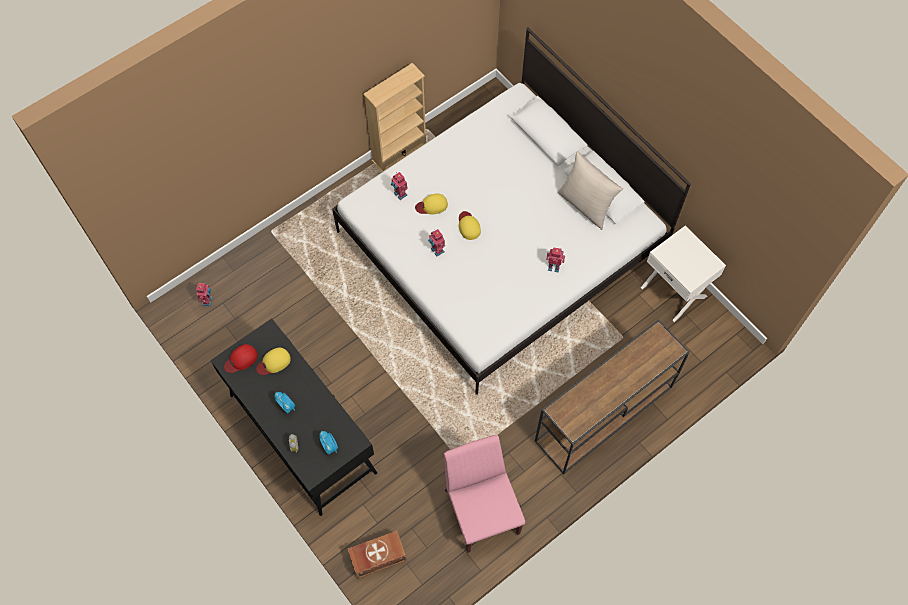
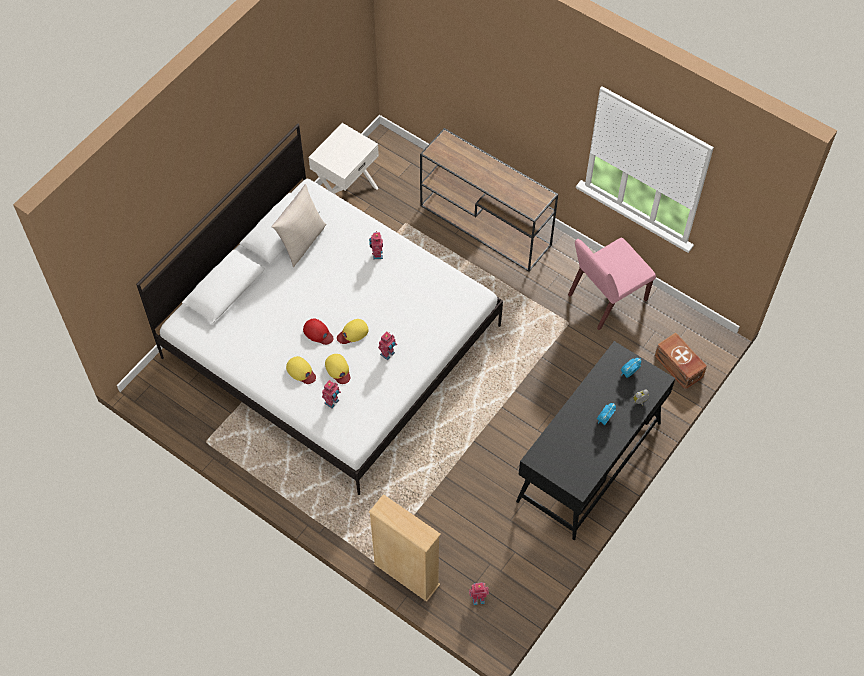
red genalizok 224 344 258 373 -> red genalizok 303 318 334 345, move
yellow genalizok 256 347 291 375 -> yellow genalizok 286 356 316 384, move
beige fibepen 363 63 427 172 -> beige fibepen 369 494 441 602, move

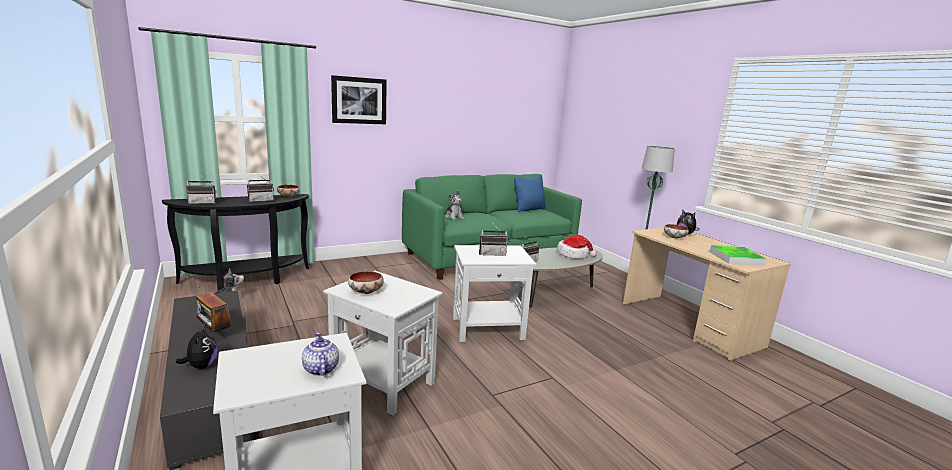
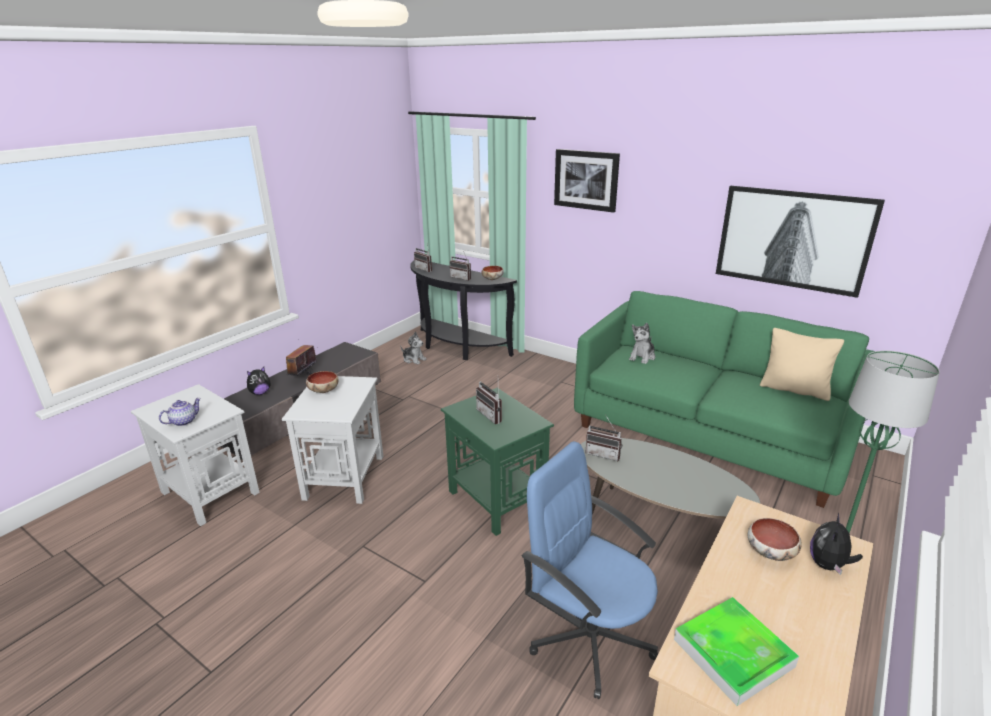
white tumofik 453 245 536 342 -> green tumofik 441 388 554 536
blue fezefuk 514 176 546 212 -> beige fezefuk 760 328 844 401
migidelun 557 235 597 259 -> none
none -> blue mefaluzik 522 441 658 699
none -> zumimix 716 185 885 298

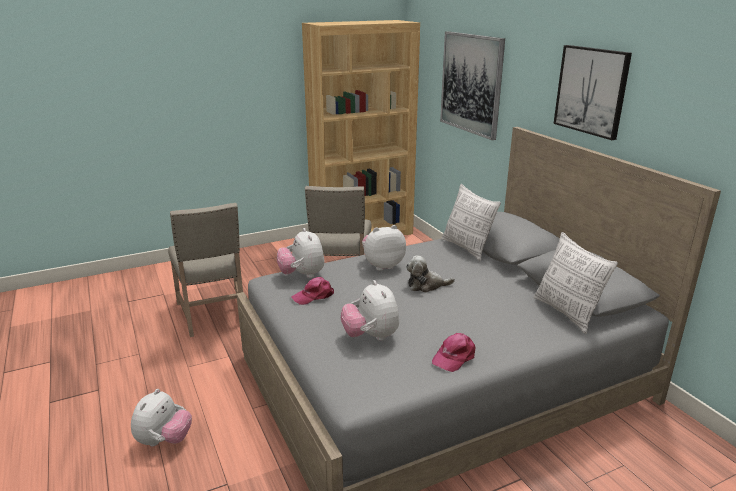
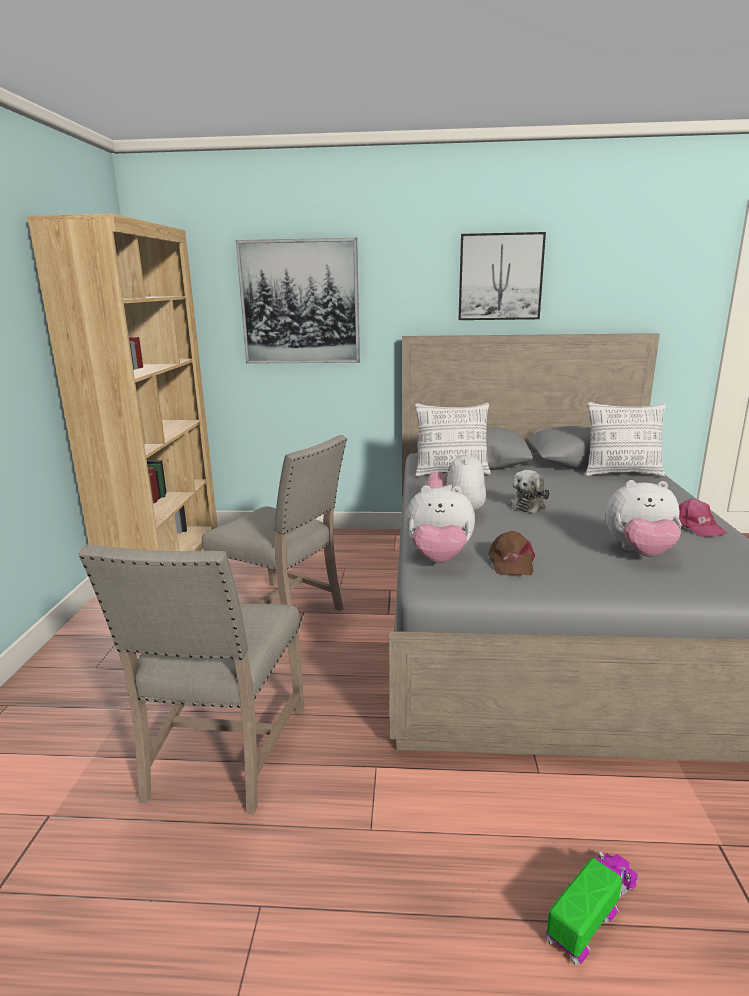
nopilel 131 389 192 446 -> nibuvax 546 852 638 965
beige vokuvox 168 203 243 337 -> beige vokuvox 79 545 305 814, 90 degrees clockwise
pink genalizok 291 277 334 305 -> brown genalizok 488 531 535 575

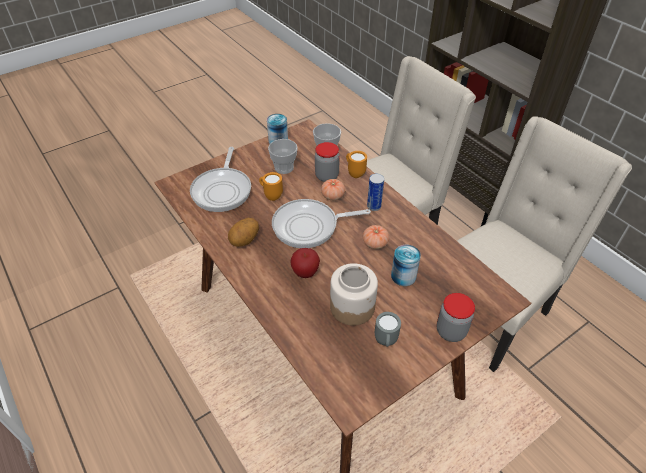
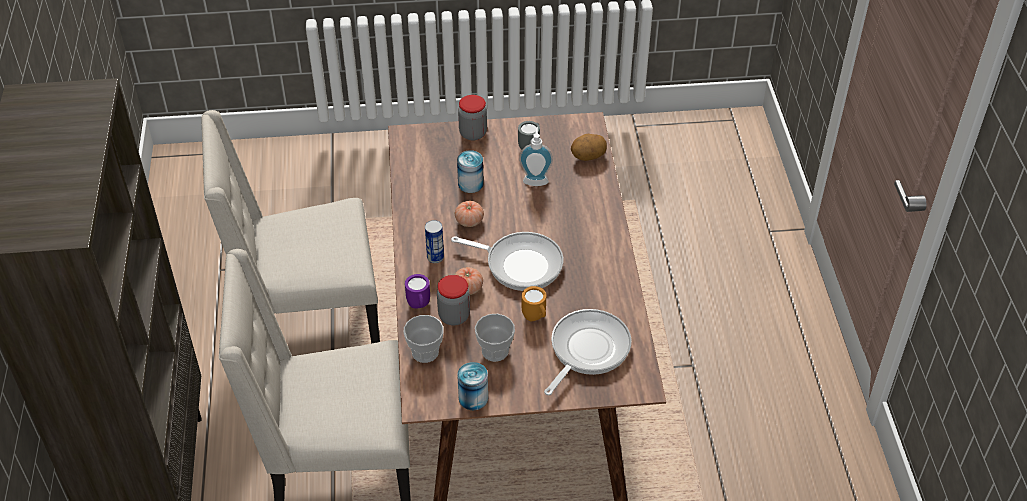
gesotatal 228 218 259 247 -> gesotatal 571 134 607 161, move
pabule 290 248 320 278 -> none
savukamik 330 263 378 326 -> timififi 519 127 553 186
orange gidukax 346 151 367 178 -> purple gidukax 405 274 430 309

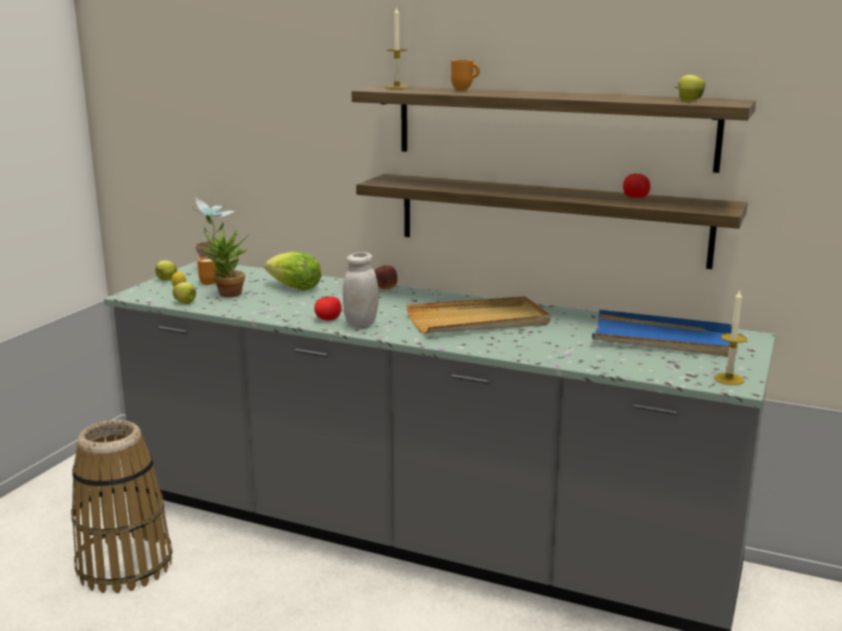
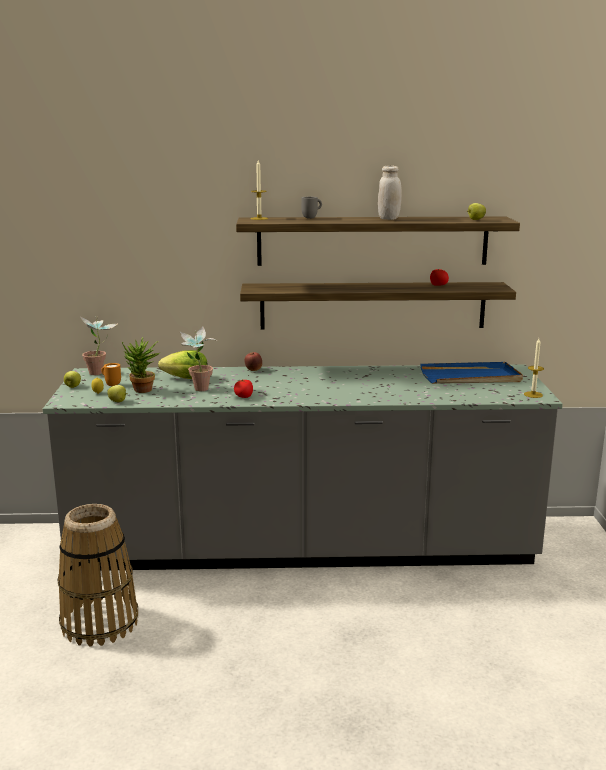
white savukamik 343 252 379 328 -> white savukamik 378 165 402 220, move
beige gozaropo 406 296 550 334 -> none
orange gidukax 451 60 480 90 -> grey gidukax 302 197 322 219
none -> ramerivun 179 326 217 391

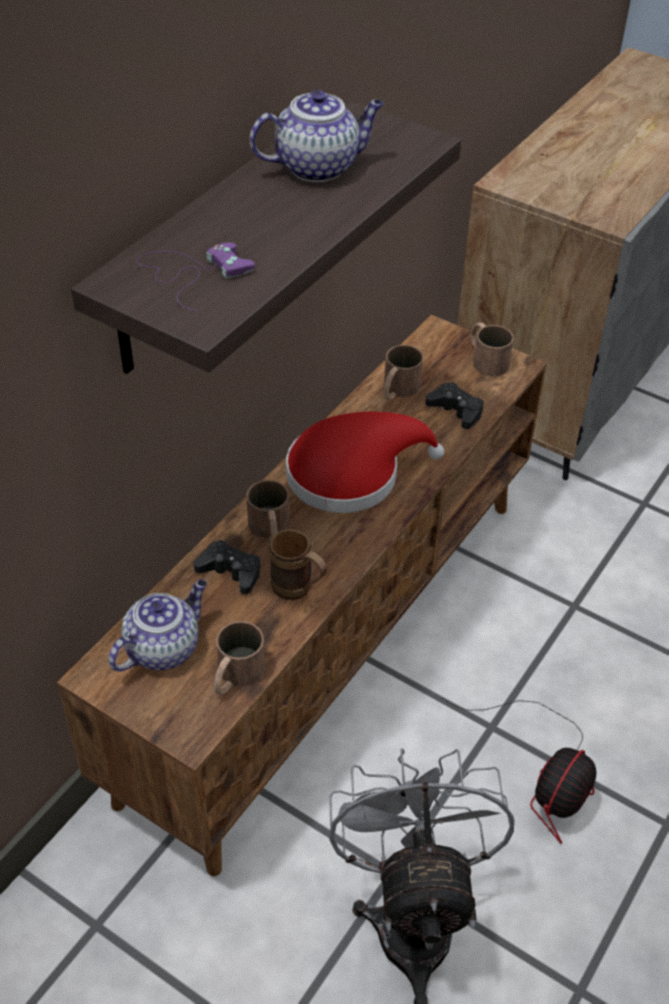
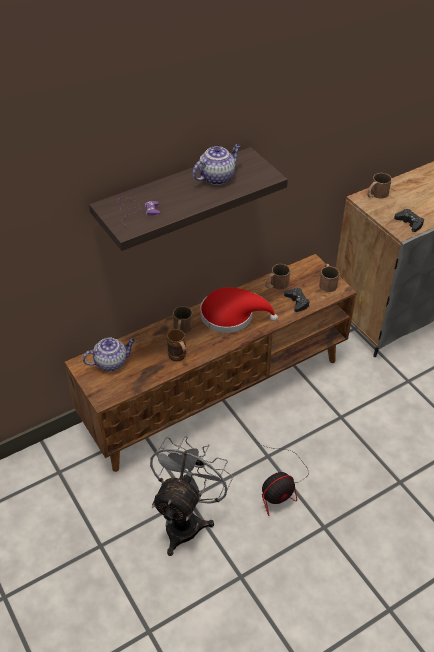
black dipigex 193 540 260 594 -> black dipigex 394 209 424 232, move
brown gidukax 214 621 265 695 -> brown gidukax 367 173 392 199, move
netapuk 250 90 384 182 -> netapuk 193 144 241 185, 45 degrees counterclockwise

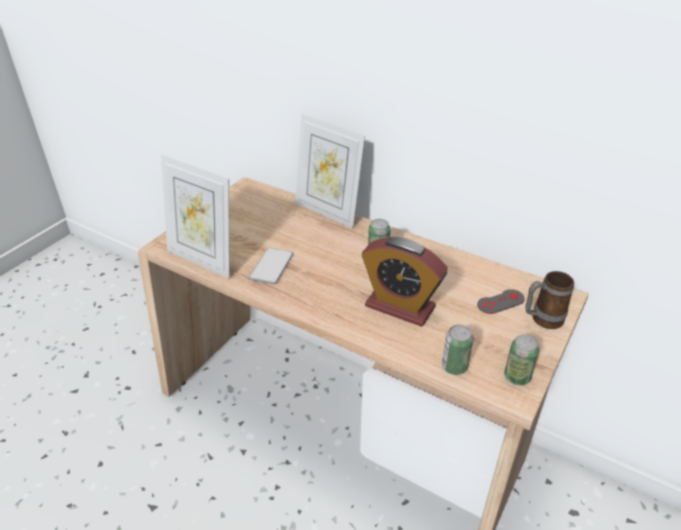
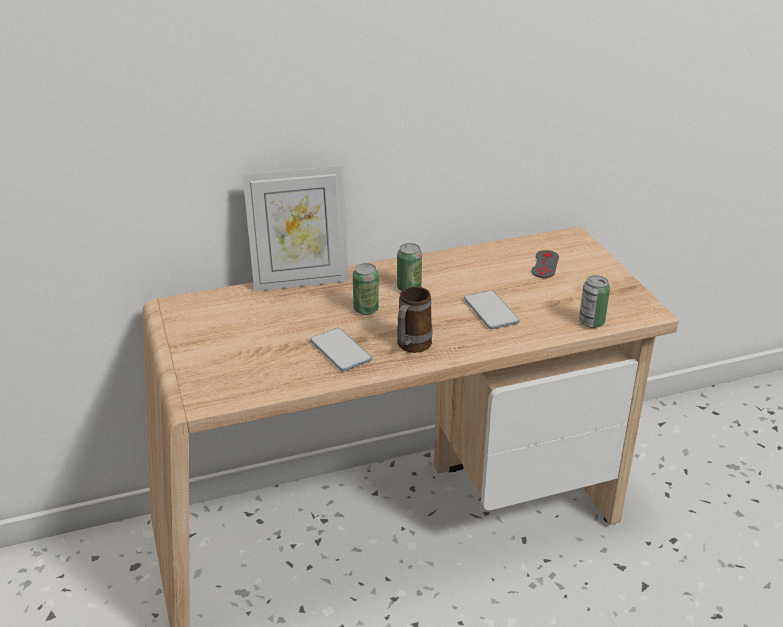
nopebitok 161 155 230 279 -> none
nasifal 362 237 448 327 -> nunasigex 464 290 520 329
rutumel 504 334 539 385 -> rutumel 353 263 379 315, move
gidukax 525 271 574 329 -> gidukax 397 286 433 353, move

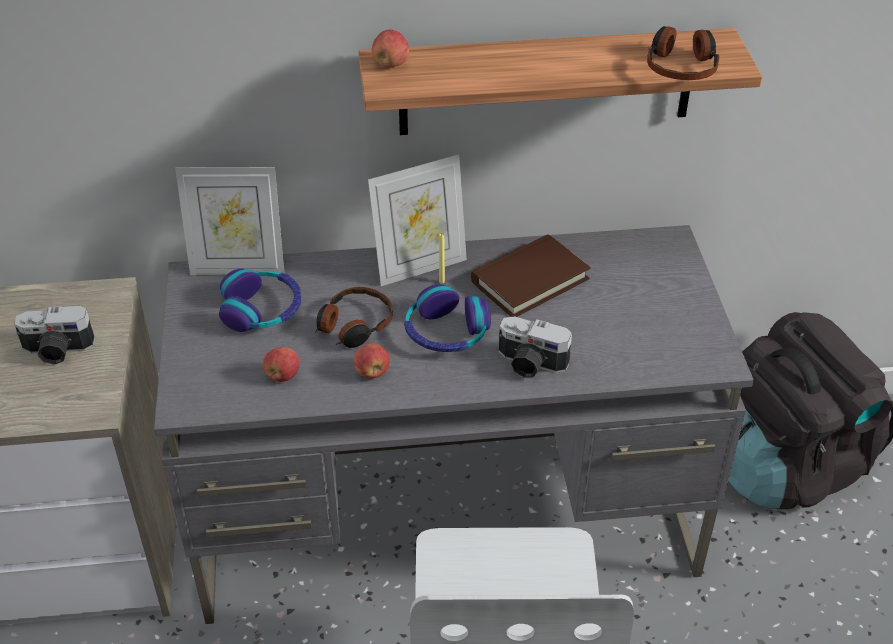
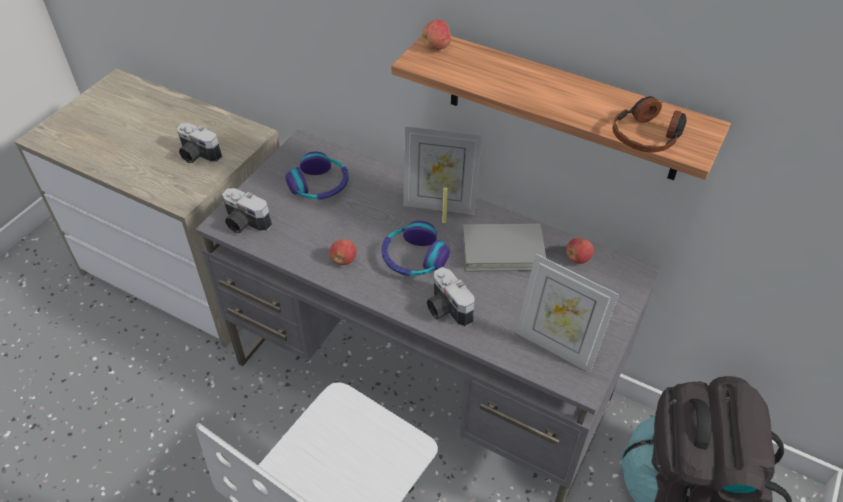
nopebitok 175 167 284 275 -> nopebitok 516 254 619 373, move
pabule 263 347 299 382 -> pabule 566 238 594 264, move
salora 315 287 393 348 -> none
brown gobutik 471 234 591 317 -> grey gobutik 463 224 546 271
none -> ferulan 222 188 272 233

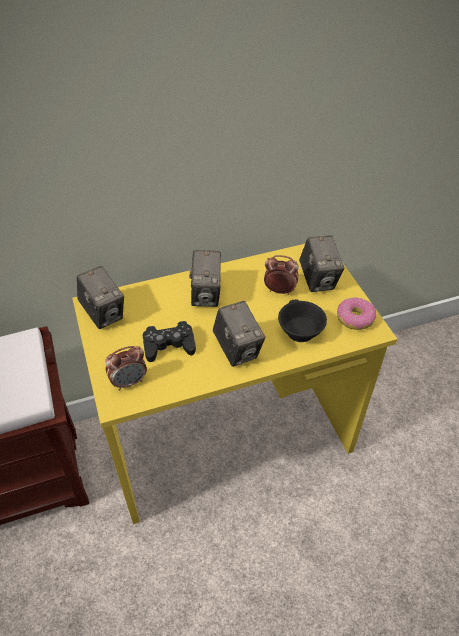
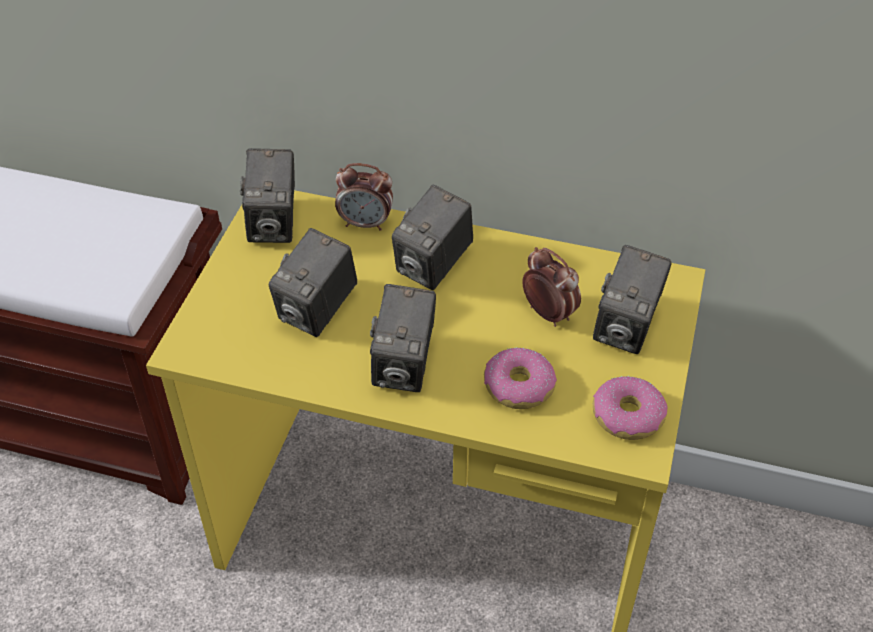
nasifal 105 346 147 391 -> nasifal 335 163 393 231, move
black dipigex 143 321 196 362 -> ferulan 269 228 357 337
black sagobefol 278 299 327 342 -> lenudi 484 347 557 409

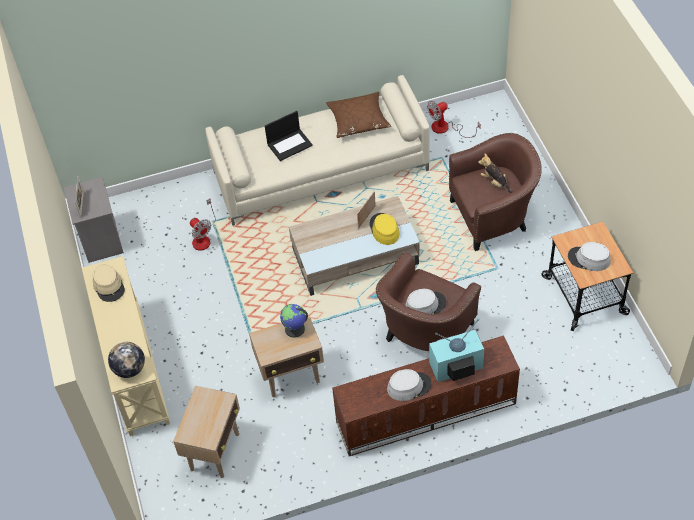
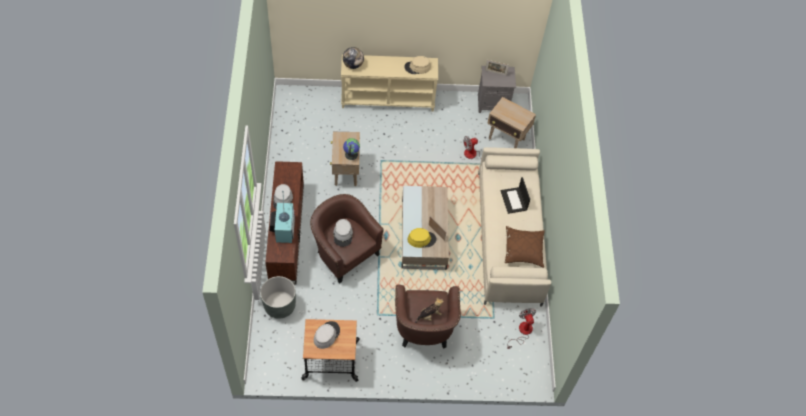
beige tumofik 173 386 240 478 -> beige tumofik 487 97 536 148, move
none -> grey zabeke 260 276 296 319

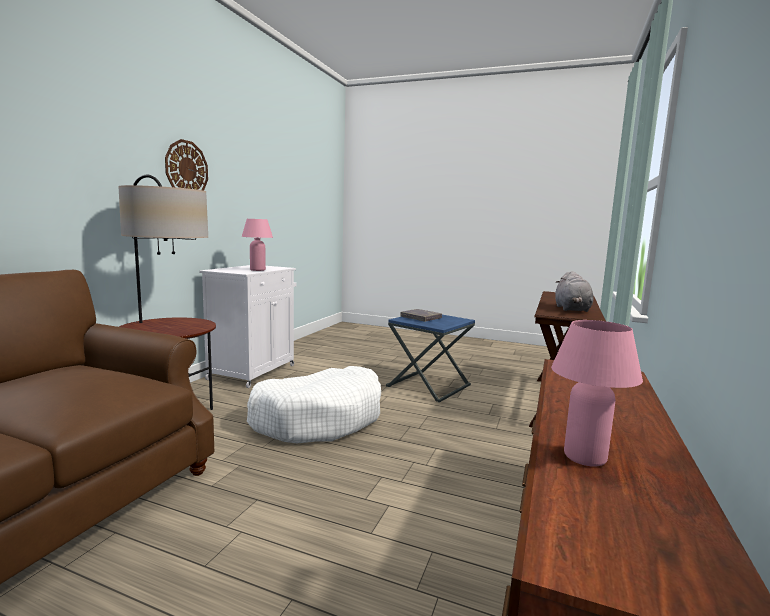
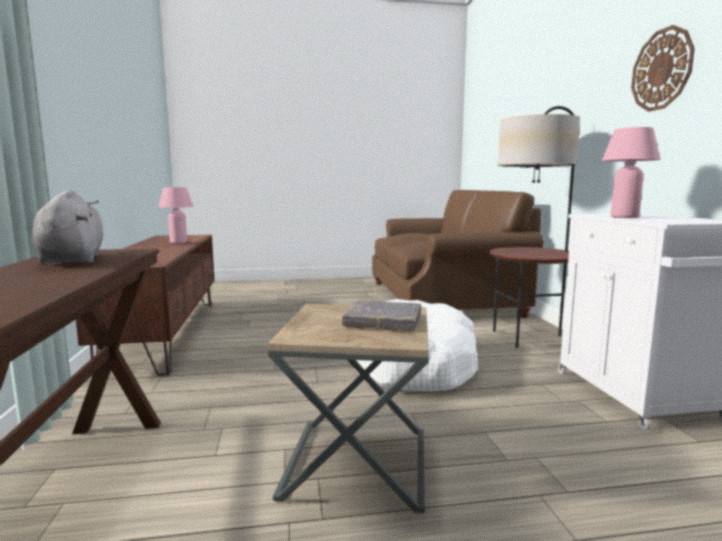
blue tumofik 386 315 475 402 -> brown tumofik 268 304 428 513

